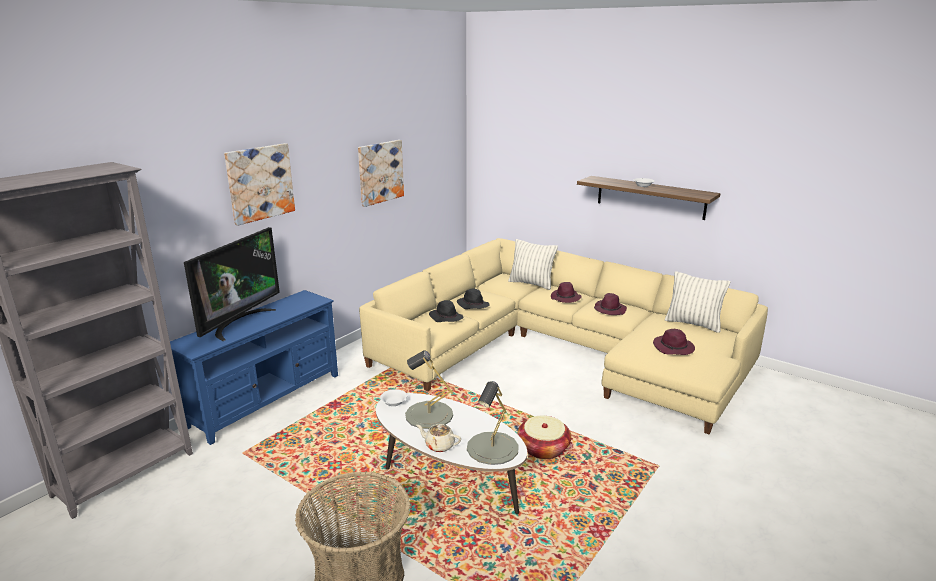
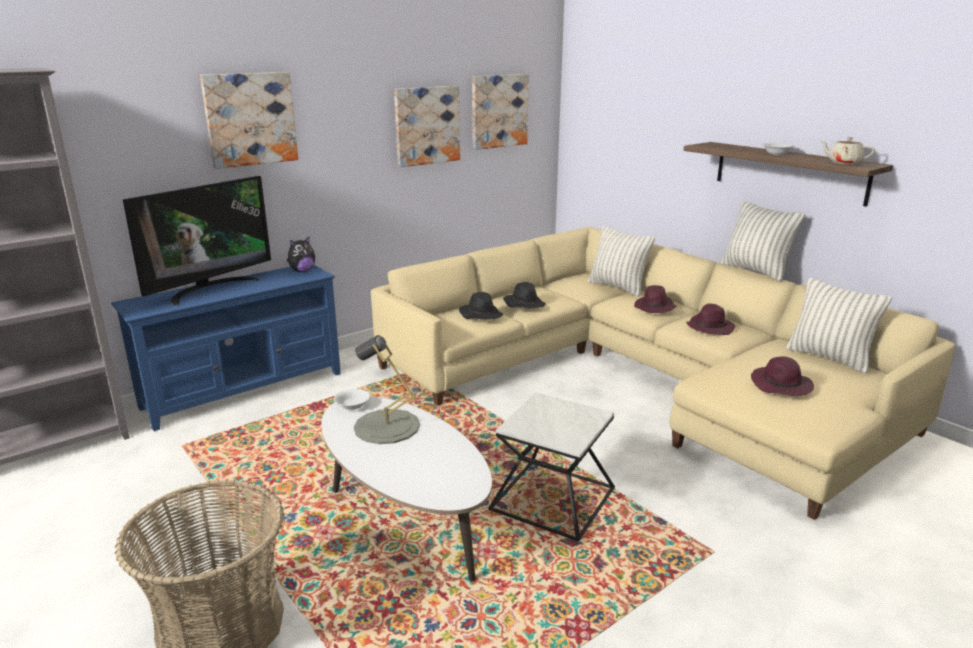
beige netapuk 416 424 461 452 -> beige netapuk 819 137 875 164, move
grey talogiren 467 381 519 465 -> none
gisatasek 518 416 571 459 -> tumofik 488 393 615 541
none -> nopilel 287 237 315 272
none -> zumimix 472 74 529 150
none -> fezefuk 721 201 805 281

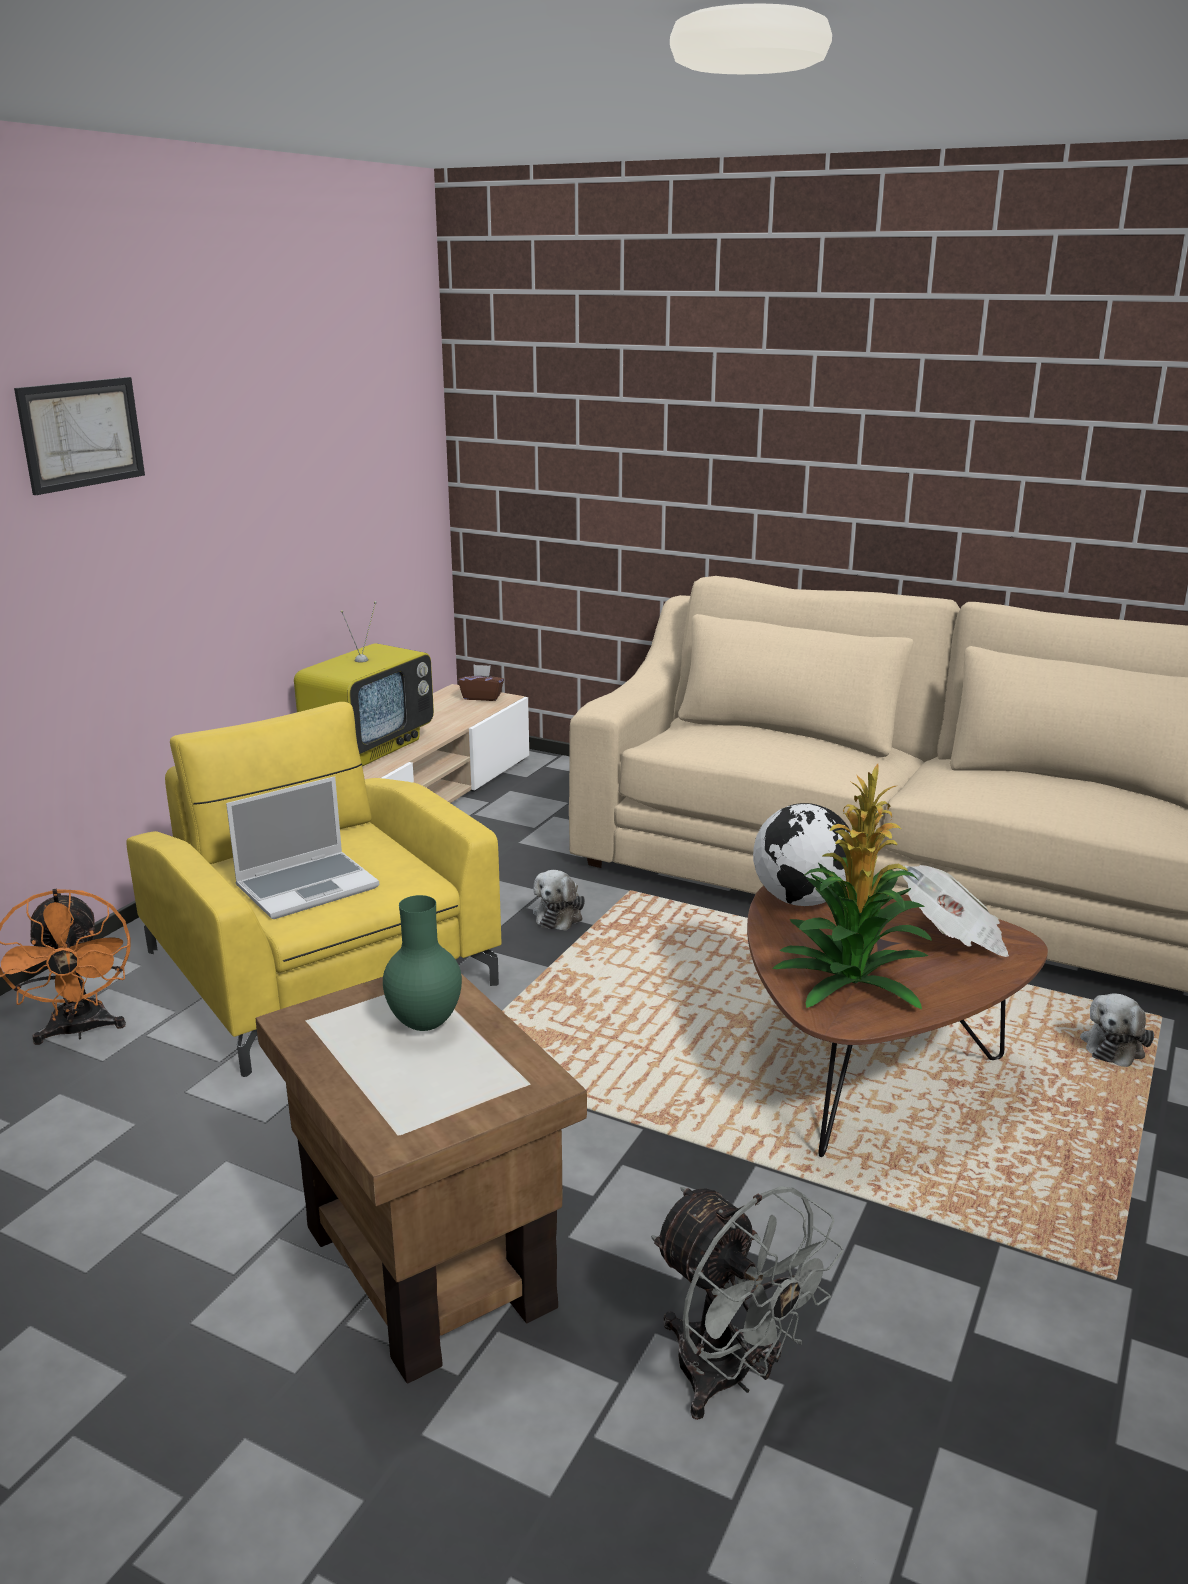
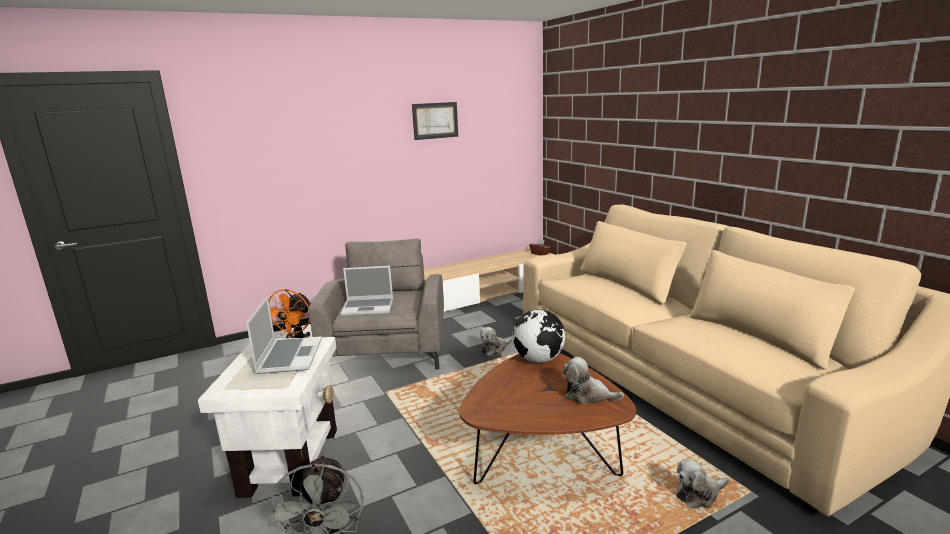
zumimix 14 377 145 495 -> zumimix 412 102 458 140, move
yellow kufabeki 126 702 501 1077 -> grey kufabeki 309 239 444 370
brown tumofik 256 974 587 1384 -> white tumofik 198 337 337 498
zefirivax 294 601 434 766 -> none
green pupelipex 383 895 462 1031 -> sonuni 246 297 322 374
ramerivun 772 764 932 1009 -> none
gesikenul 900 865 1009 957 -> nopilel 563 357 624 405

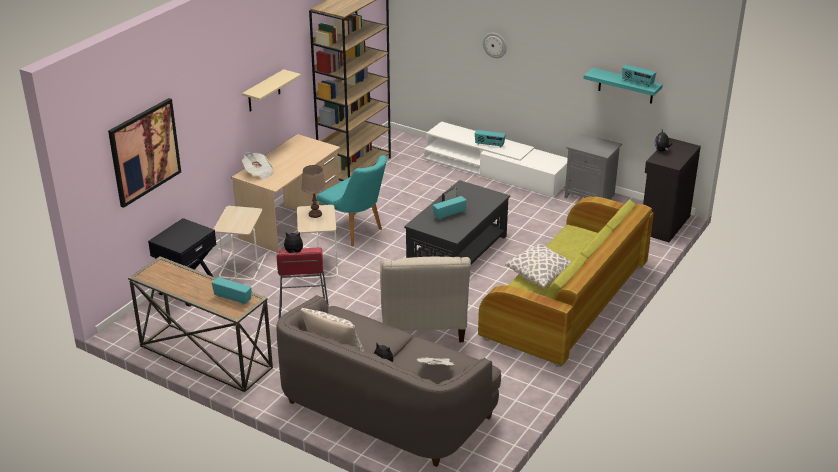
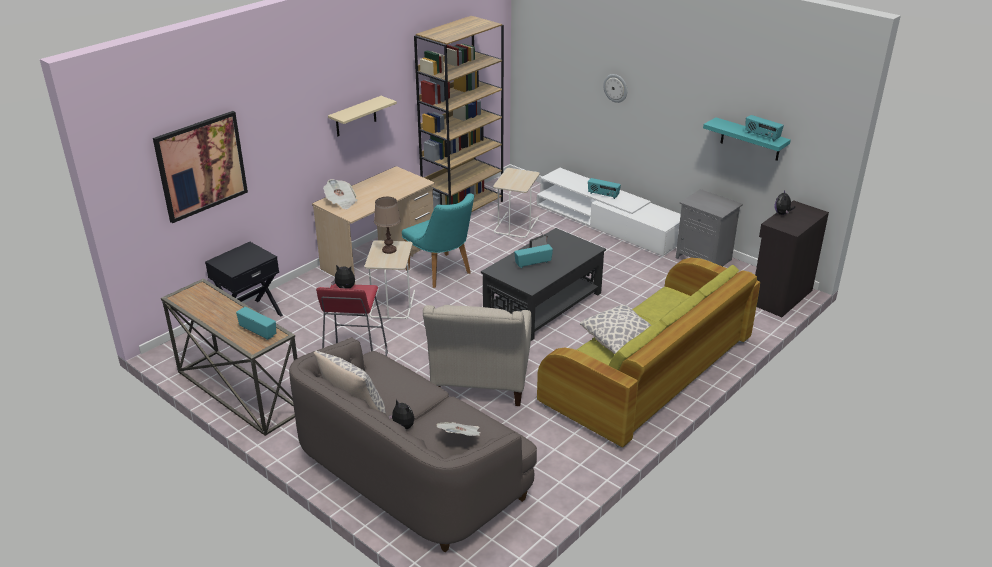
beige tumofik 214 206 267 281 -> beige tumofik 493 168 540 238, move

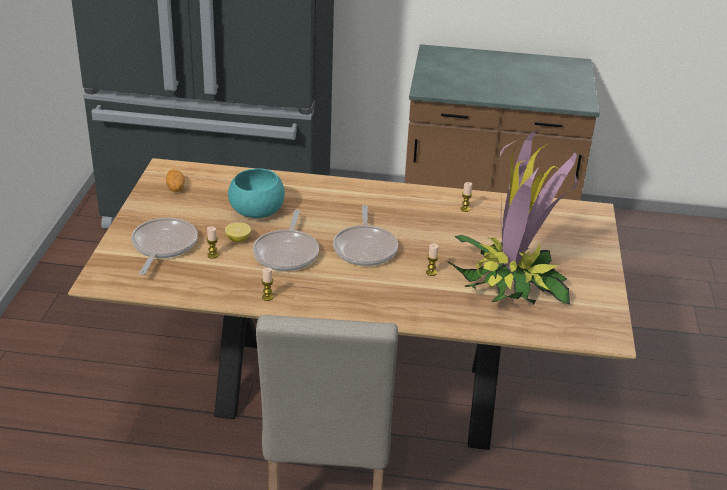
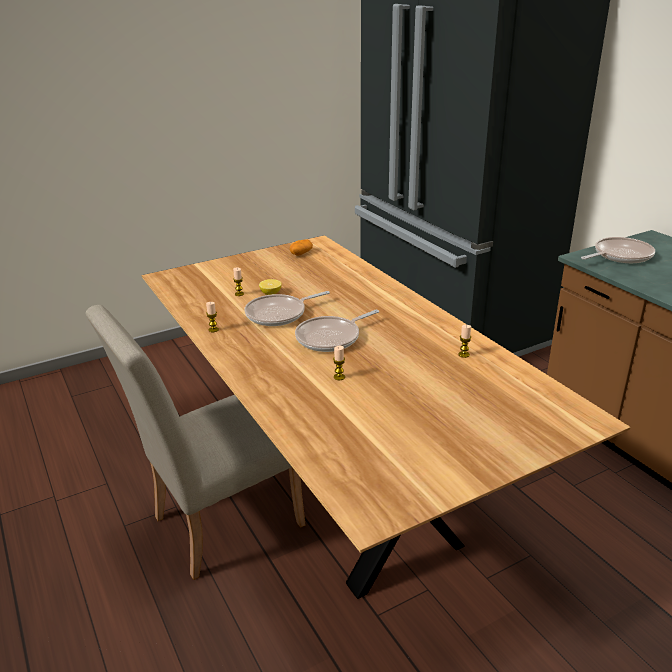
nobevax 131 218 198 275 -> nobevax 581 237 655 263, move
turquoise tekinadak 228 168 285 218 -> none
ramerivun 448 129 577 305 -> none

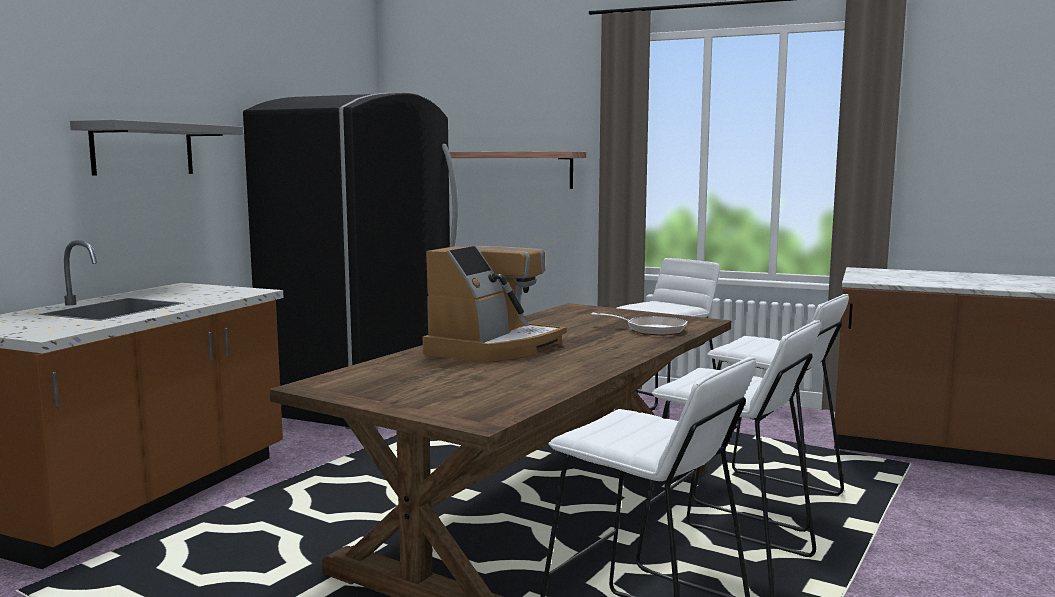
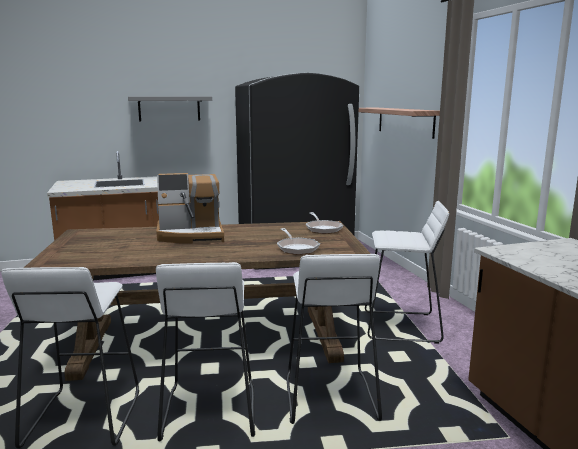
none -> nobevax 306 212 343 234

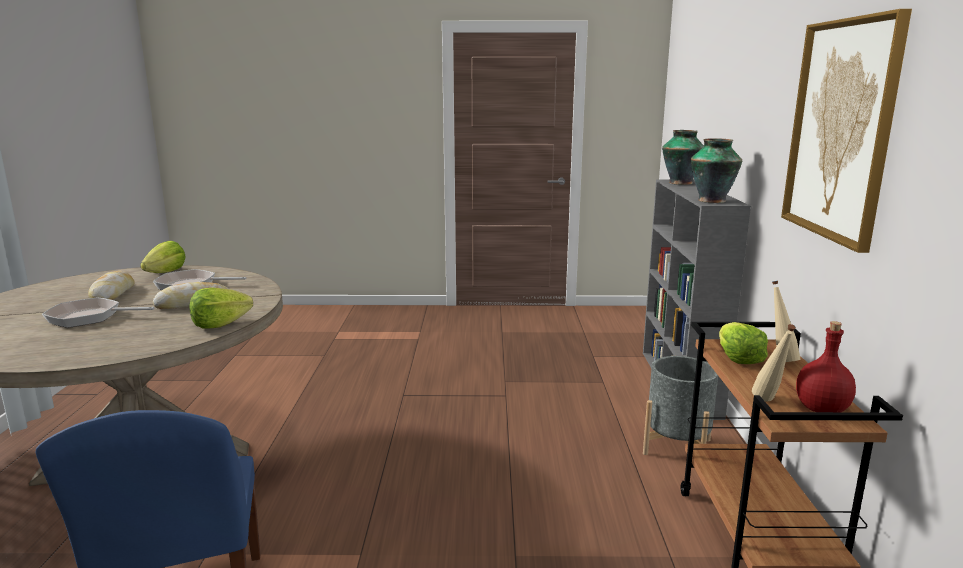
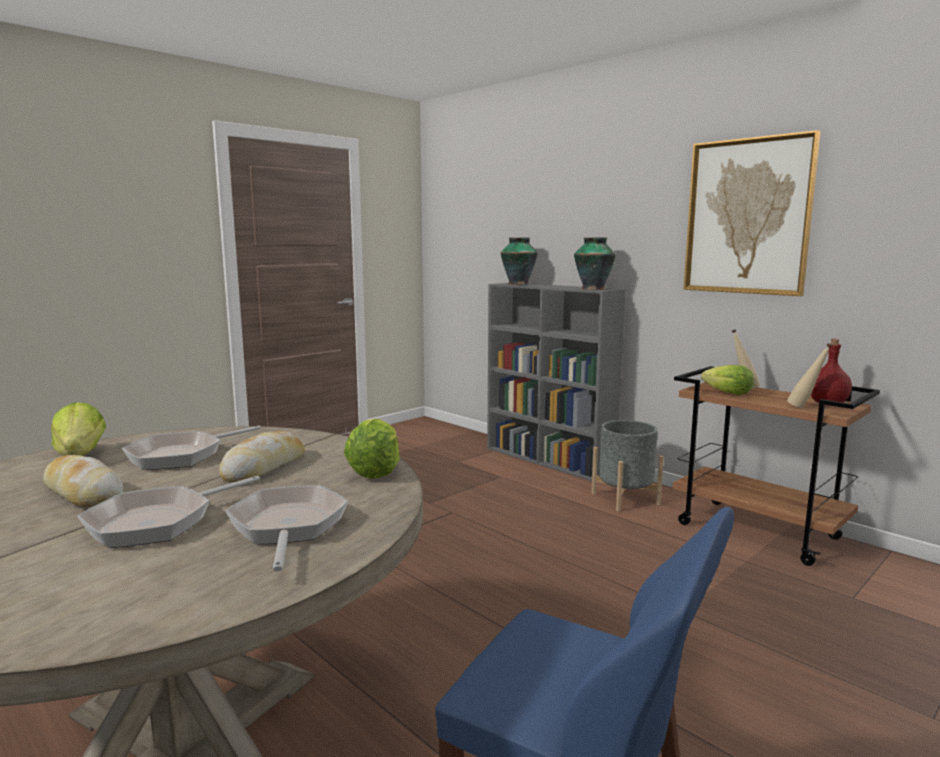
none -> nobevax 226 485 348 572

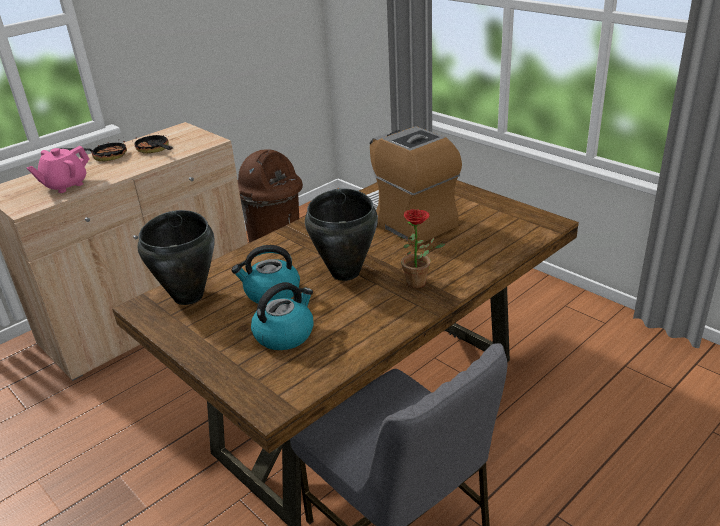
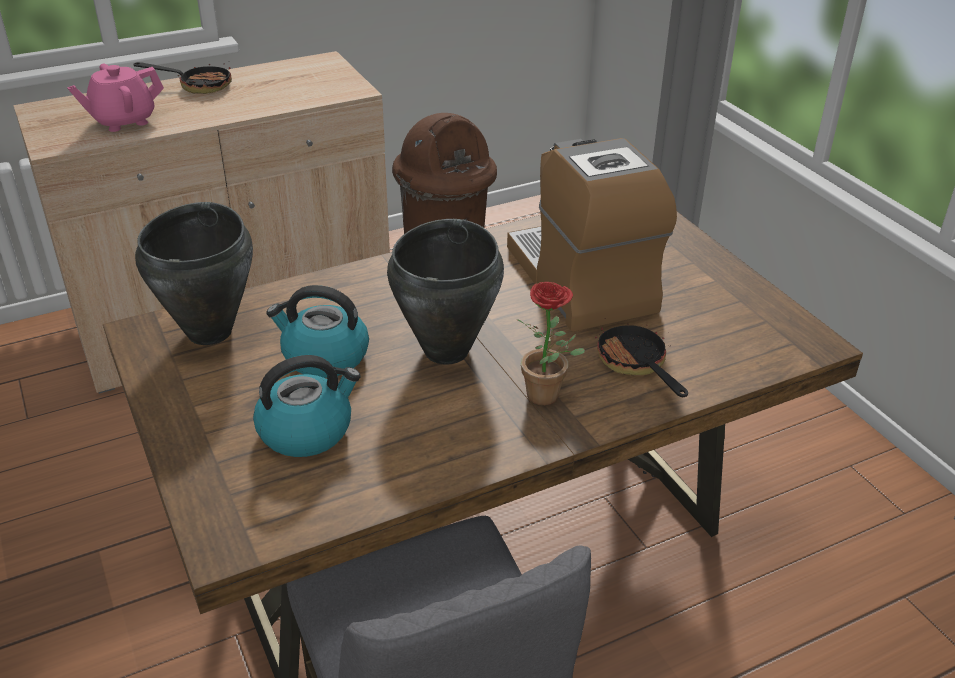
nobevax 134 133 173 154 -> nobevax 595 318 688 397, move

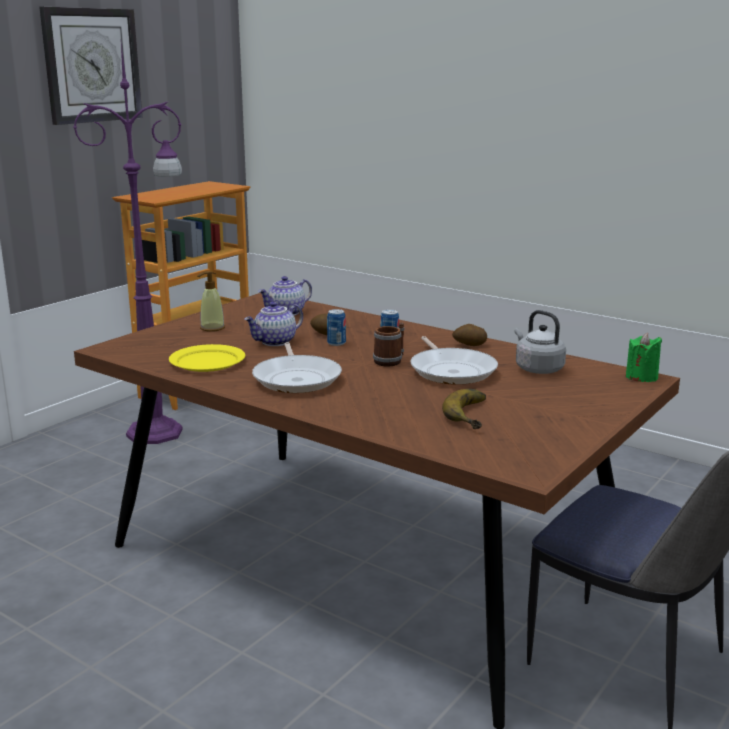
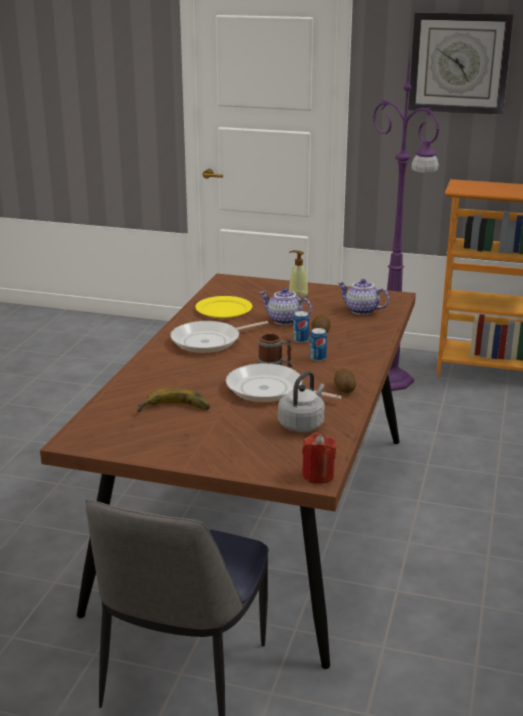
nobevax 411 336 498 385 -> nobevax 226 363 342 402, 60 degrees clockwise
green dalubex 626 333 662 382 -> red dalubex 302 433 336 484

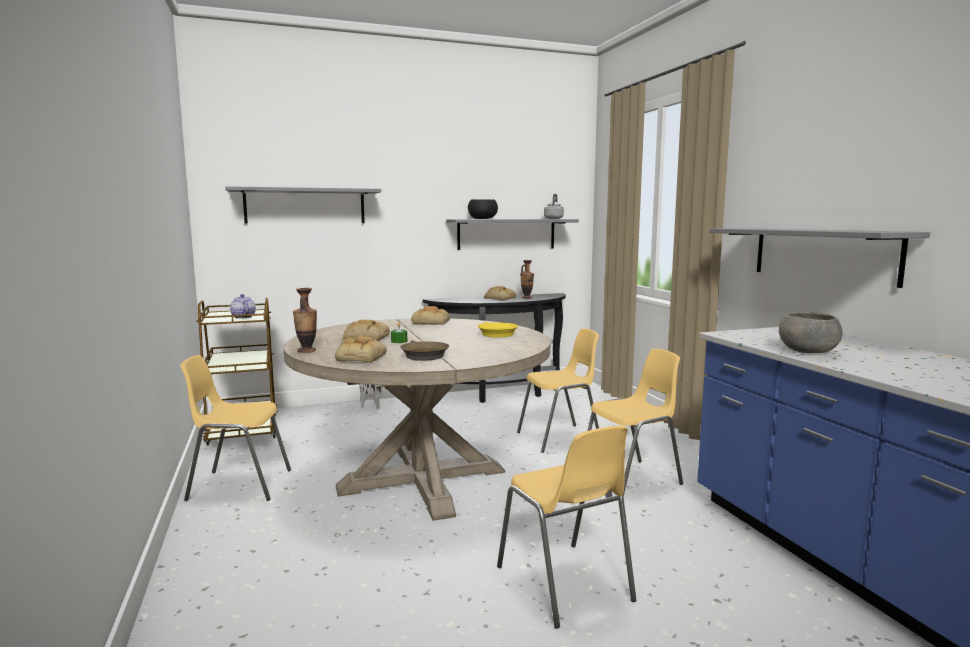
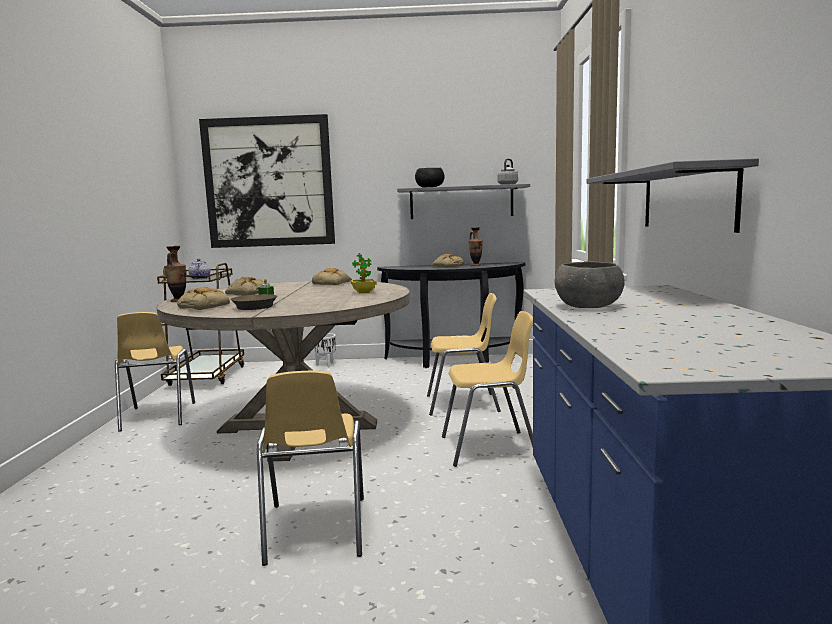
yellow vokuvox 180 355 291 501 -> yellow vokuvox 115 312 195 432, 120 degrees counterclockwise
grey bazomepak 225 186 381 223 -> zumimix 199 114 335 248
yellow nobevax 477 322 518 337 -> ramerivun 351 253 377 293

